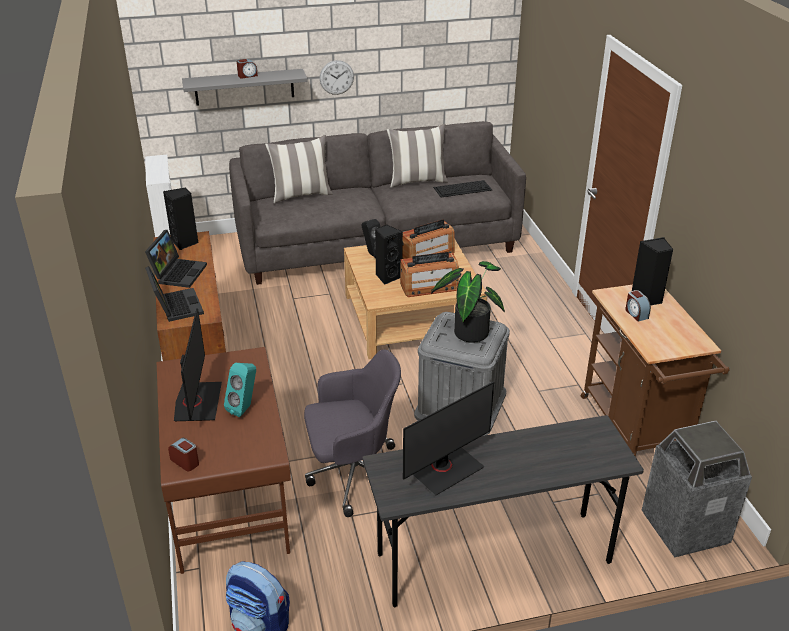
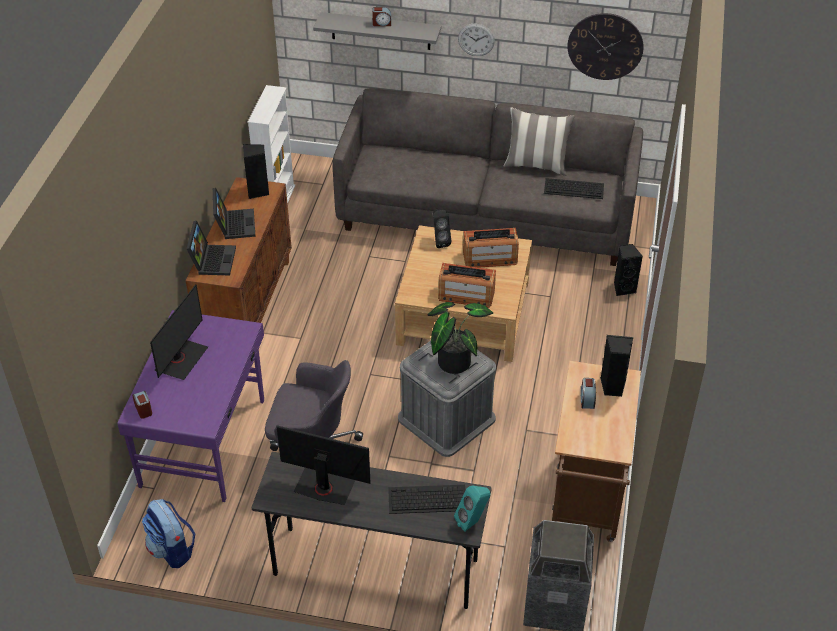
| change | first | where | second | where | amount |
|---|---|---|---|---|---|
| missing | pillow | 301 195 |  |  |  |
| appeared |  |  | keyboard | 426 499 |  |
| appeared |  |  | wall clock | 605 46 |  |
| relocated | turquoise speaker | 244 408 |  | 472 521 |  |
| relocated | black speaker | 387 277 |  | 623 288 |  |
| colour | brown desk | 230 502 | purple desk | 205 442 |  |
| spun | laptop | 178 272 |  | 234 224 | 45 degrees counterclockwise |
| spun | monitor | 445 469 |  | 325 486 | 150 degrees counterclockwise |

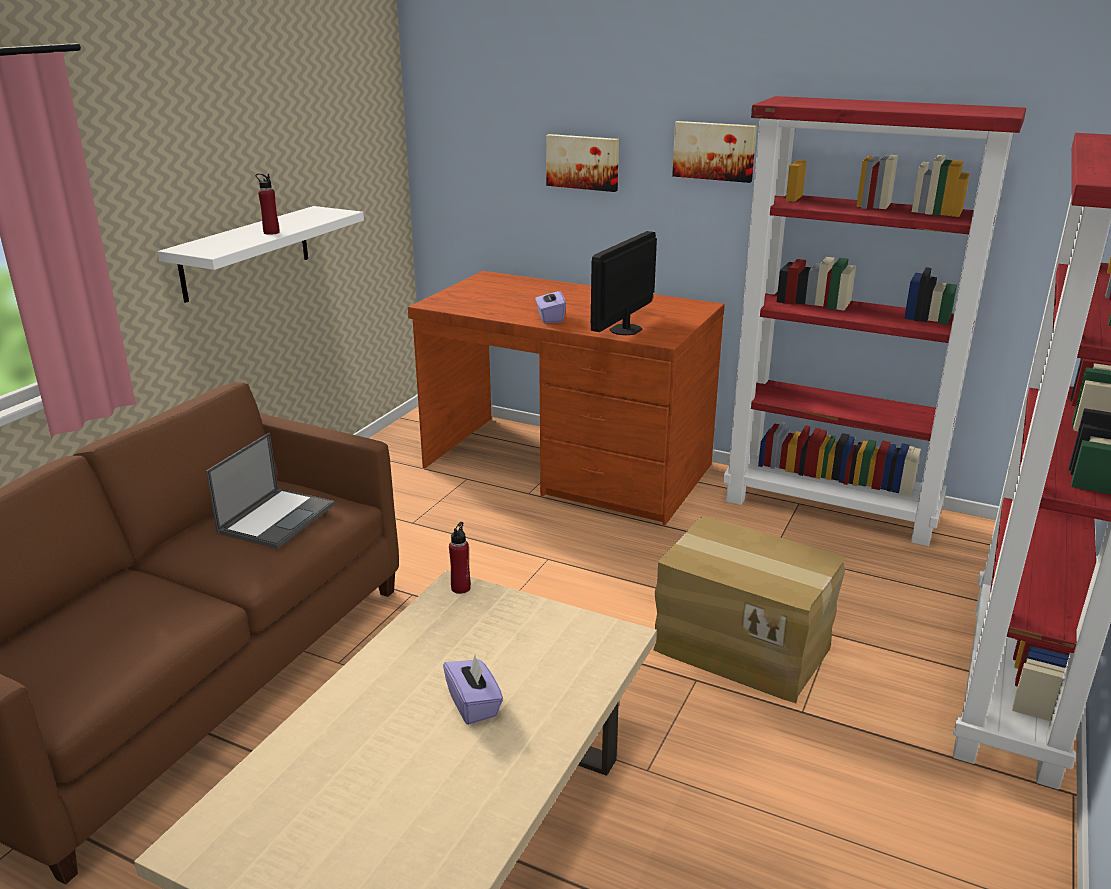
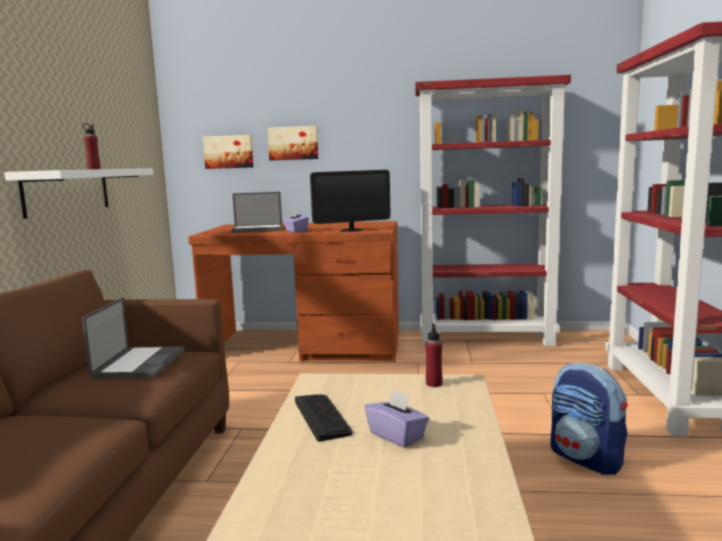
| change | first | where | second | where | amount |
|---|---|---|---|---|---|
| missing | cardboard box | 743 646 |  |  |  |
| appeared |  |  | laptop | 258 229 |  |
| appeared |  |  | keyboard | 322 417 |  |
| appeared |  |  | backpack | 586 459 |  |
| relocated | red bottle | 461 588 |  | 434 384 |  |
| relocated | picture | 714 151 |  | 229 152 |  |
| spun | monitor | 625 329 |  | 351 230 | 120 degrees counterclockwise |

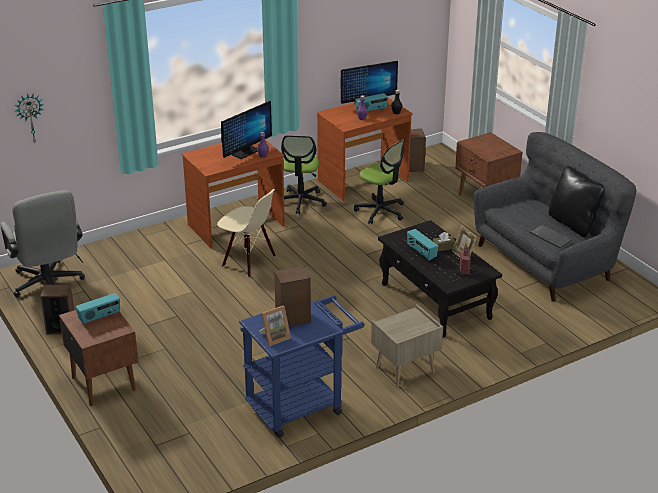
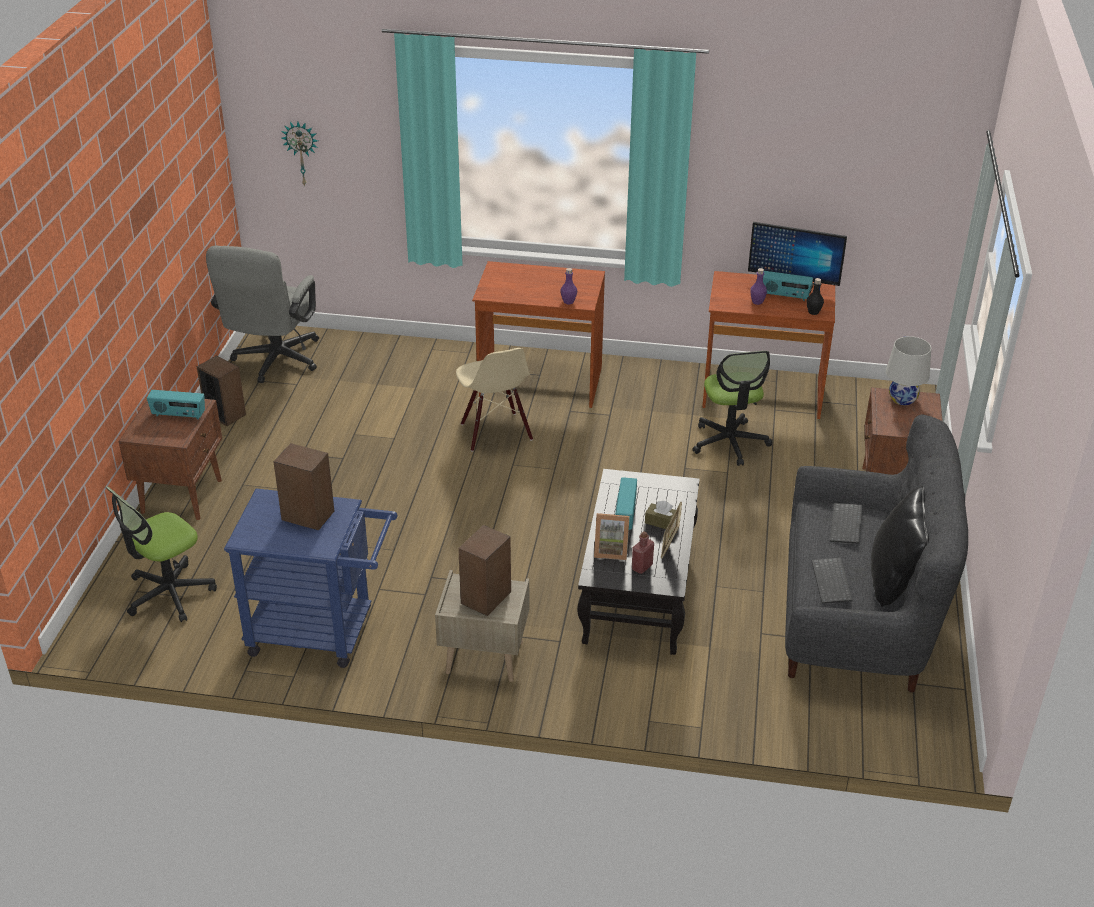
| change | first | where | second | where | amount |
|---|---|---|---|---|---|
| missing | monitor | 245 152 |  |  |  |
| appeared |  |  | keyboard | 847 525 |  |
| appeared |  |  | white table lamp | 903 399 |  |
| relocated | picture frame | 274 337 |  | 611 550 |  |
| relocated | office chair | 300 201 |  | 169 593 |  |
| relocated | speaker | 414 166 |  | 486 597 |  |

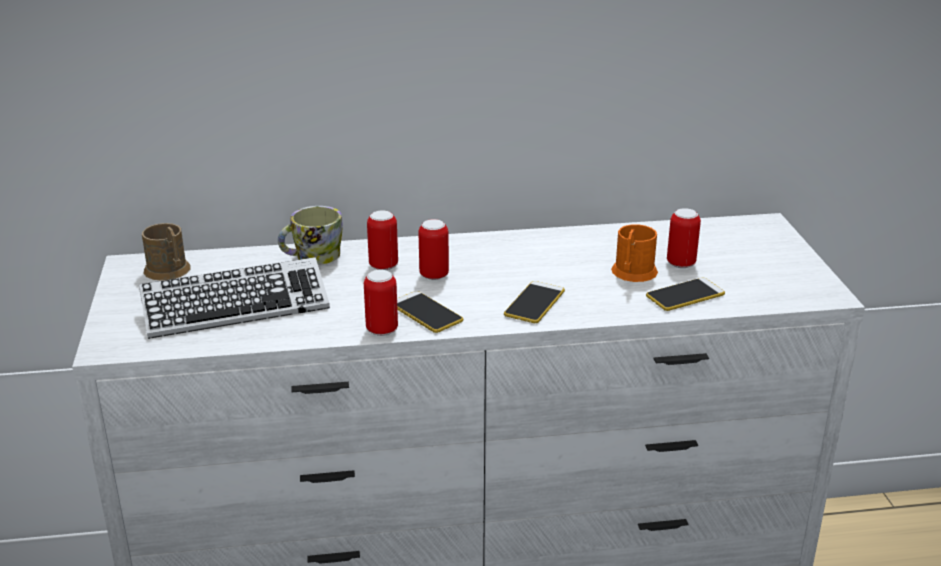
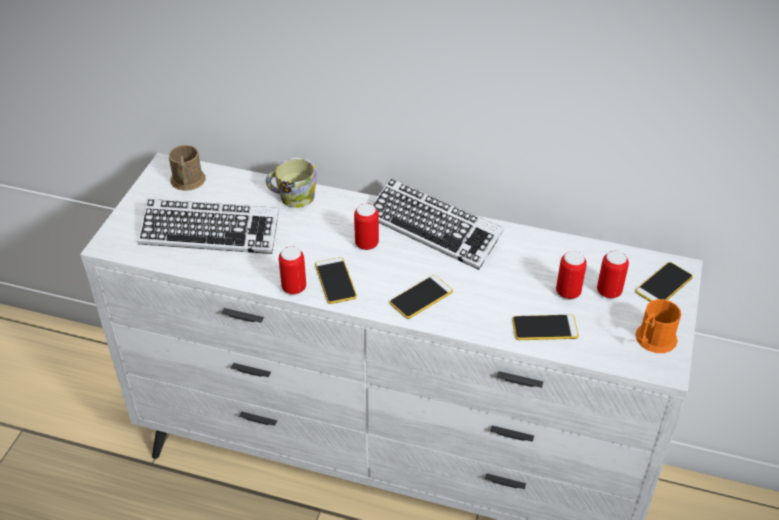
| change | first | where | second | where | amount |
|---|---|---|---|---|---|
| appeared |  |  | keyboard | 433 229 |  |
| appeared |  |  | phone | 664 284 |  |
| relocated | can | 383 266 |  | 609 292 |  |
| relocated | orange mug | 632 274 |  | 652 341 |  |

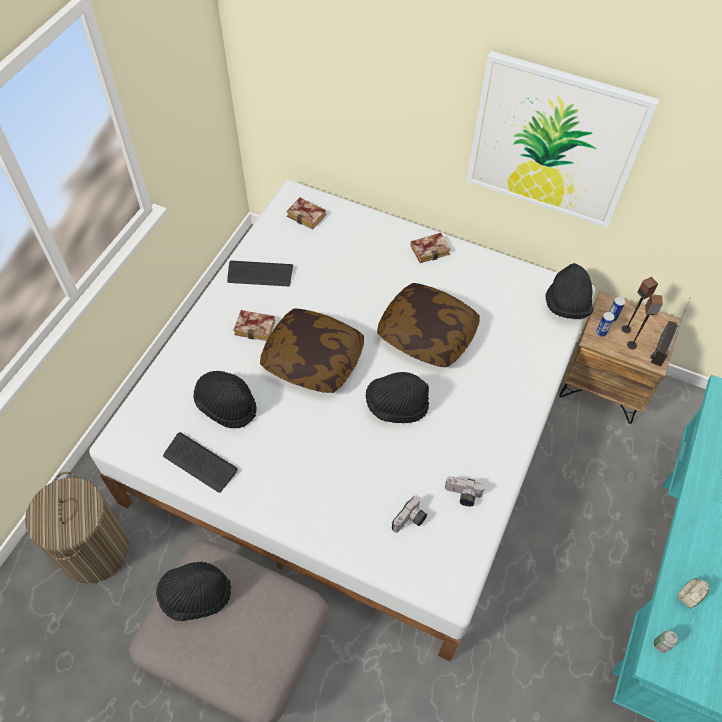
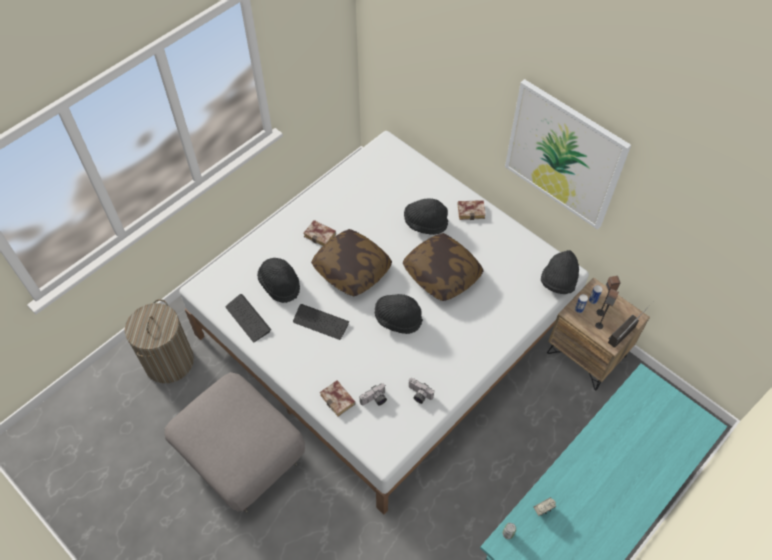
| change | first | where | second | where | amount |
|---|---|---|---|---|---|
| relocated | black hat | 196 595 |  | 425 223 |  |
| relocated | keyboard | 260 274 |  | 320 322 |  |
| relocated | book | 308 216 |  | 339 400 |  |

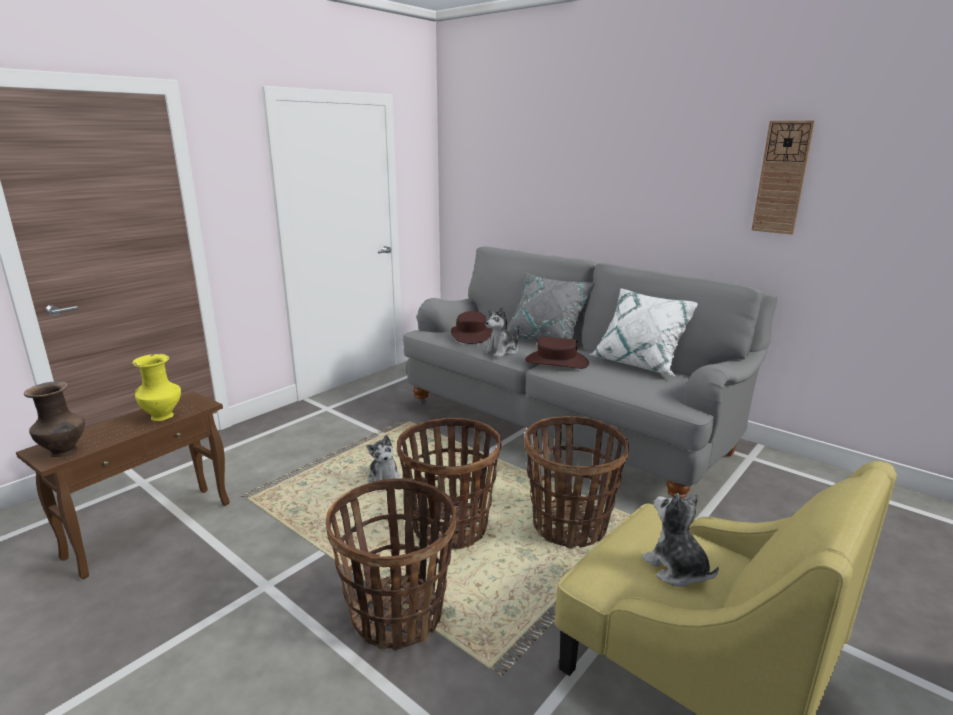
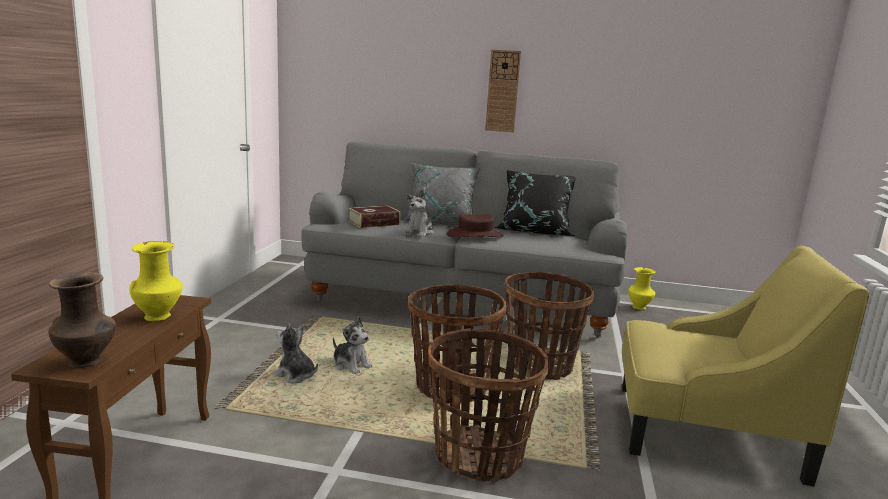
| change | first | where | second | where | amount |
|---|---|---|---|---|---|
| appeared |  |  | yellow vase | 639 307 |  |
| relocated | plush toy | 676 569 |  | 295 376 |  |
| relocated | wall clock | 782 178 |  | 503 91 |  |
| exchanged | brown hat | 471 335 | book | 374 223 |  |
| colour | white pillow | 640 363 | black pillow | 535 231 |  |

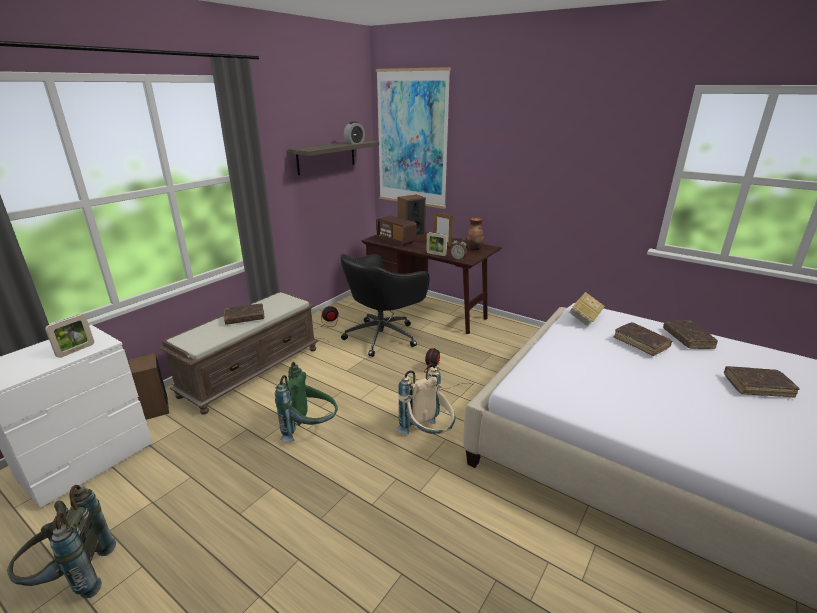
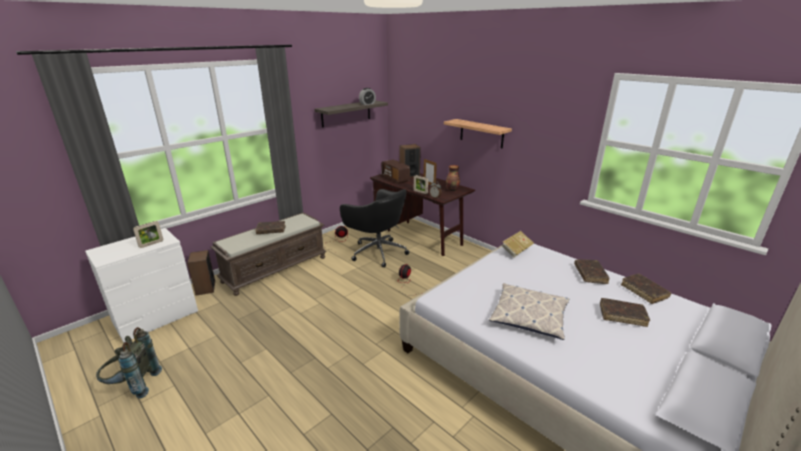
| change | first | where | second | where | amount |
|---|---|---|---|---|---|
| missing | green backpack | 311 430 |  |  |  |
| missing | picture | 412 139 |  |  |  |
| missing | beige backpack | 428 436 |  |  |  |
| appeared |  |  | shelf | 481 133 |  |
| appeared |  |  | pillow | 529 316 |  |
| relocated | brown book | 641 343 |  | 644 292 |  |
| spun | black office chair | 383 336 |  | 377 252 | 105 degrees counterclockwise |

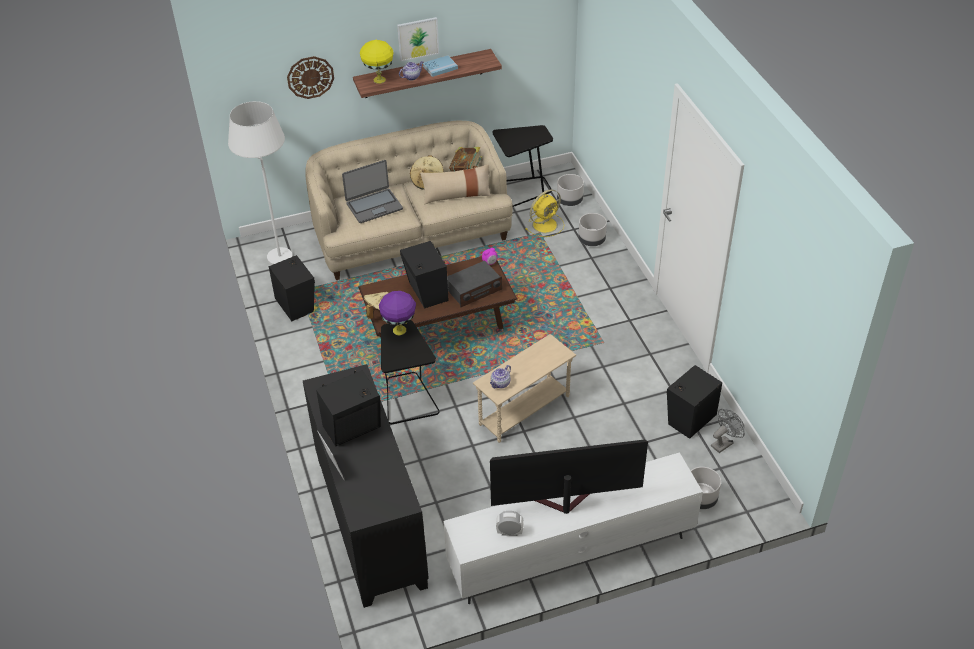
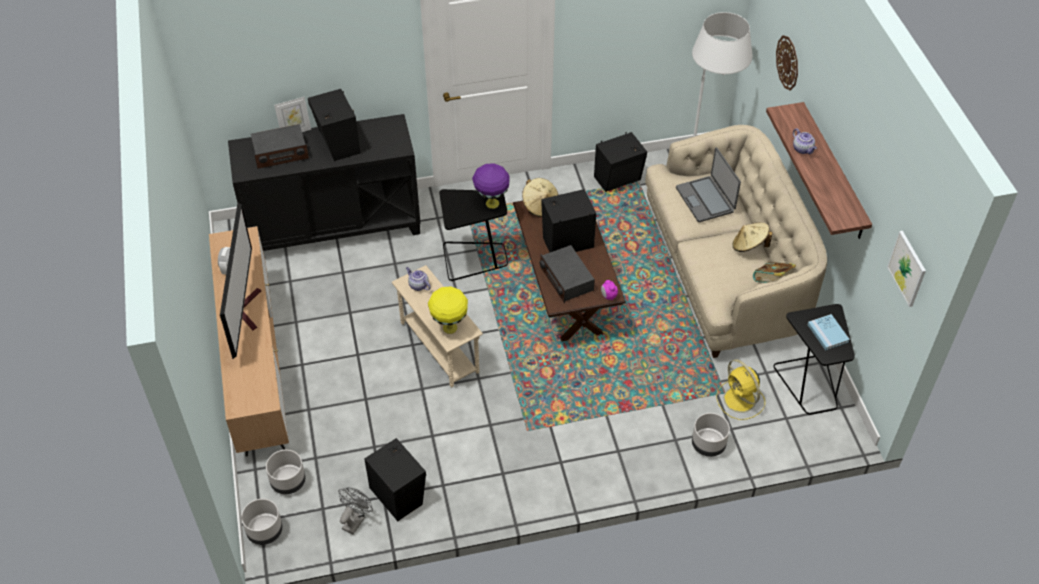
| change | first | where | second | where | amount |
|---|---|---|---|---|---|
| missing | beige pillow | 456 195 |  |  |  |
| appeared |  |  | radio | 280 153 |  |
| relocated | yellow table lamp | 379 80 |  | 449 327 |  |
| relocated | picture | 418 38 |  | 907 268 |  |
| relocated | blue book | 440 67 |  | 828 333 |  |
| relocated | grey planter | 569 201 |  | 264 531 |  |
| colour | white tv stand | 571 554 | brown tv stand | 256 364 |  |
| spun | grey fan | 724 443 |  | 355 520 | 120 degrees counterclockwise |

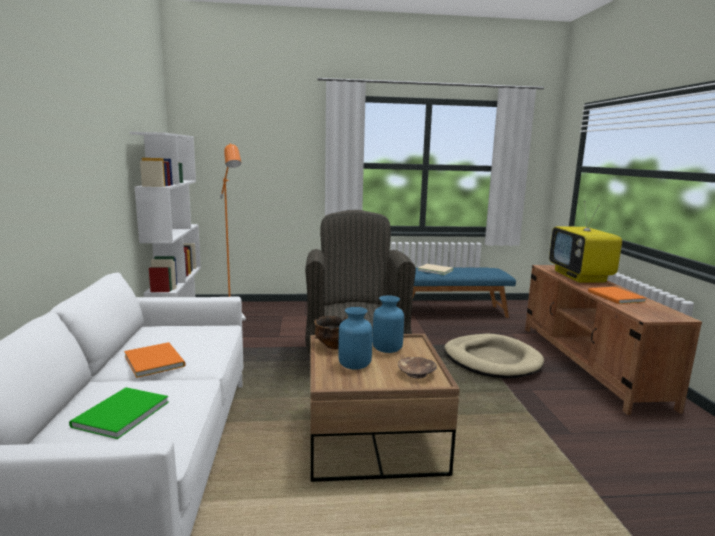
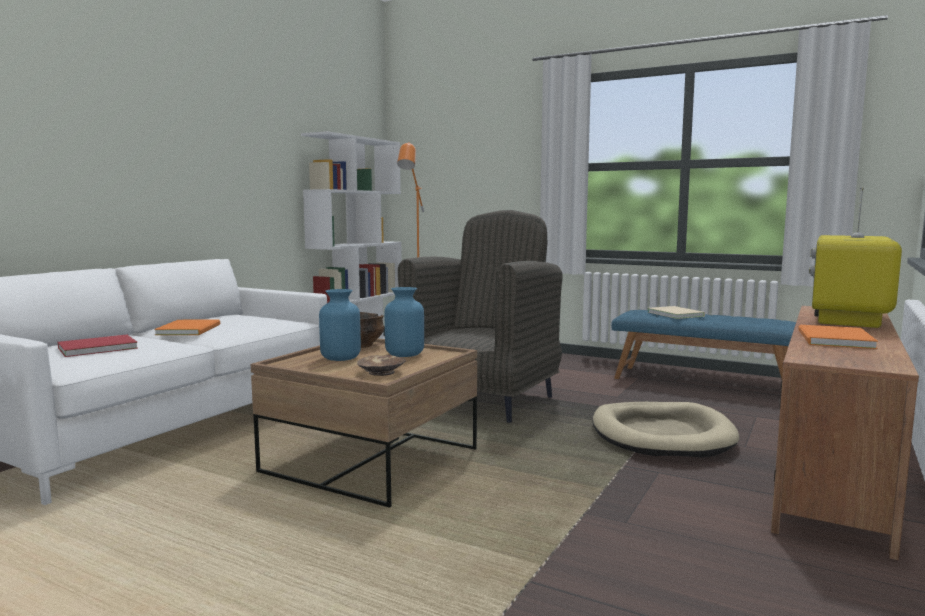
| change | first | where | second | where | amount |
|---|---|---|---|---|---|
| colour | green book | 118 415 | red book | 95 348 |  |

